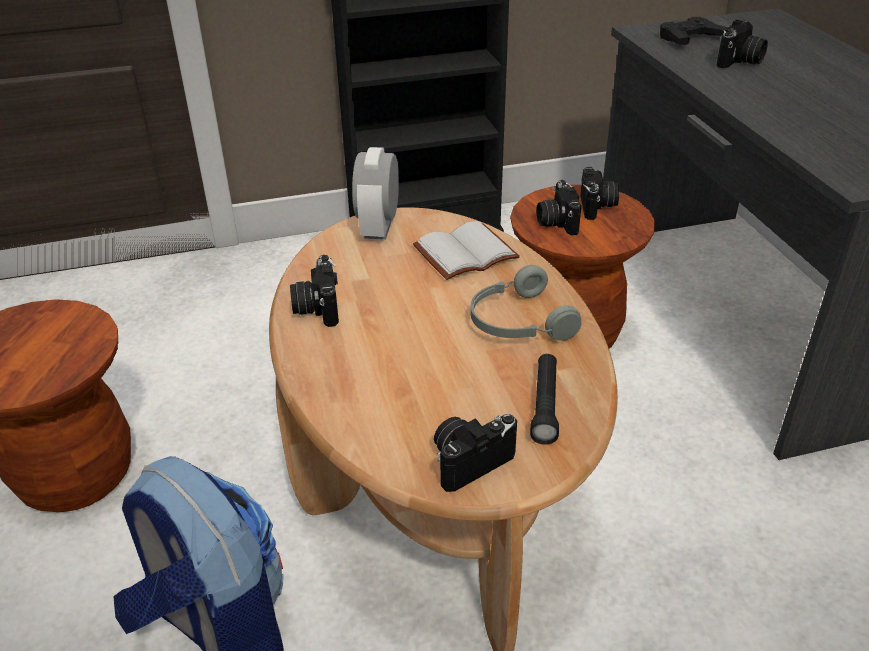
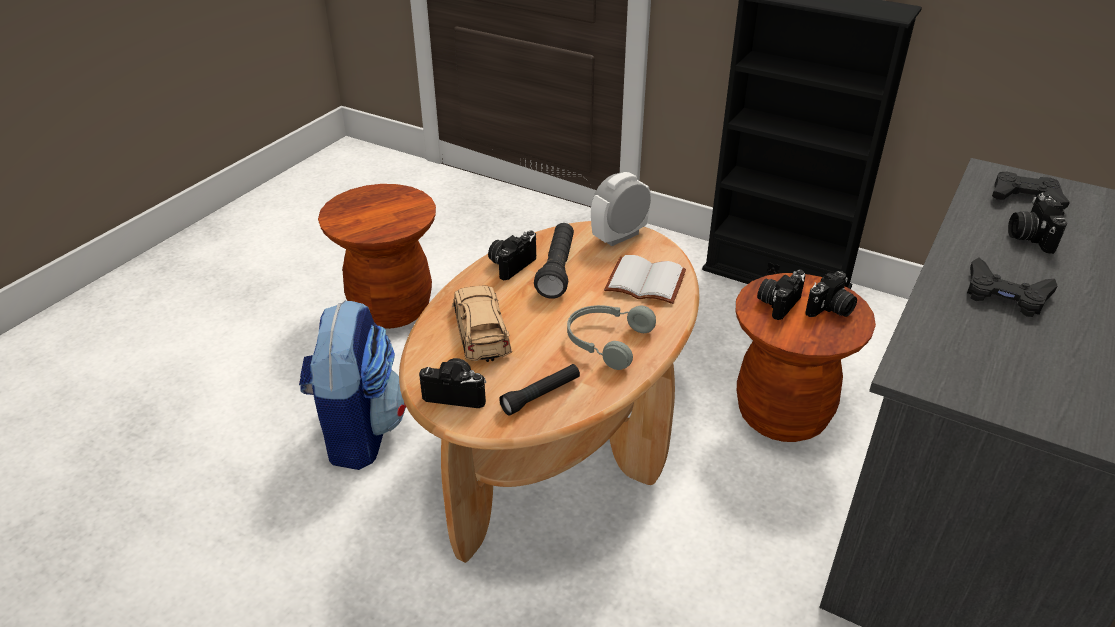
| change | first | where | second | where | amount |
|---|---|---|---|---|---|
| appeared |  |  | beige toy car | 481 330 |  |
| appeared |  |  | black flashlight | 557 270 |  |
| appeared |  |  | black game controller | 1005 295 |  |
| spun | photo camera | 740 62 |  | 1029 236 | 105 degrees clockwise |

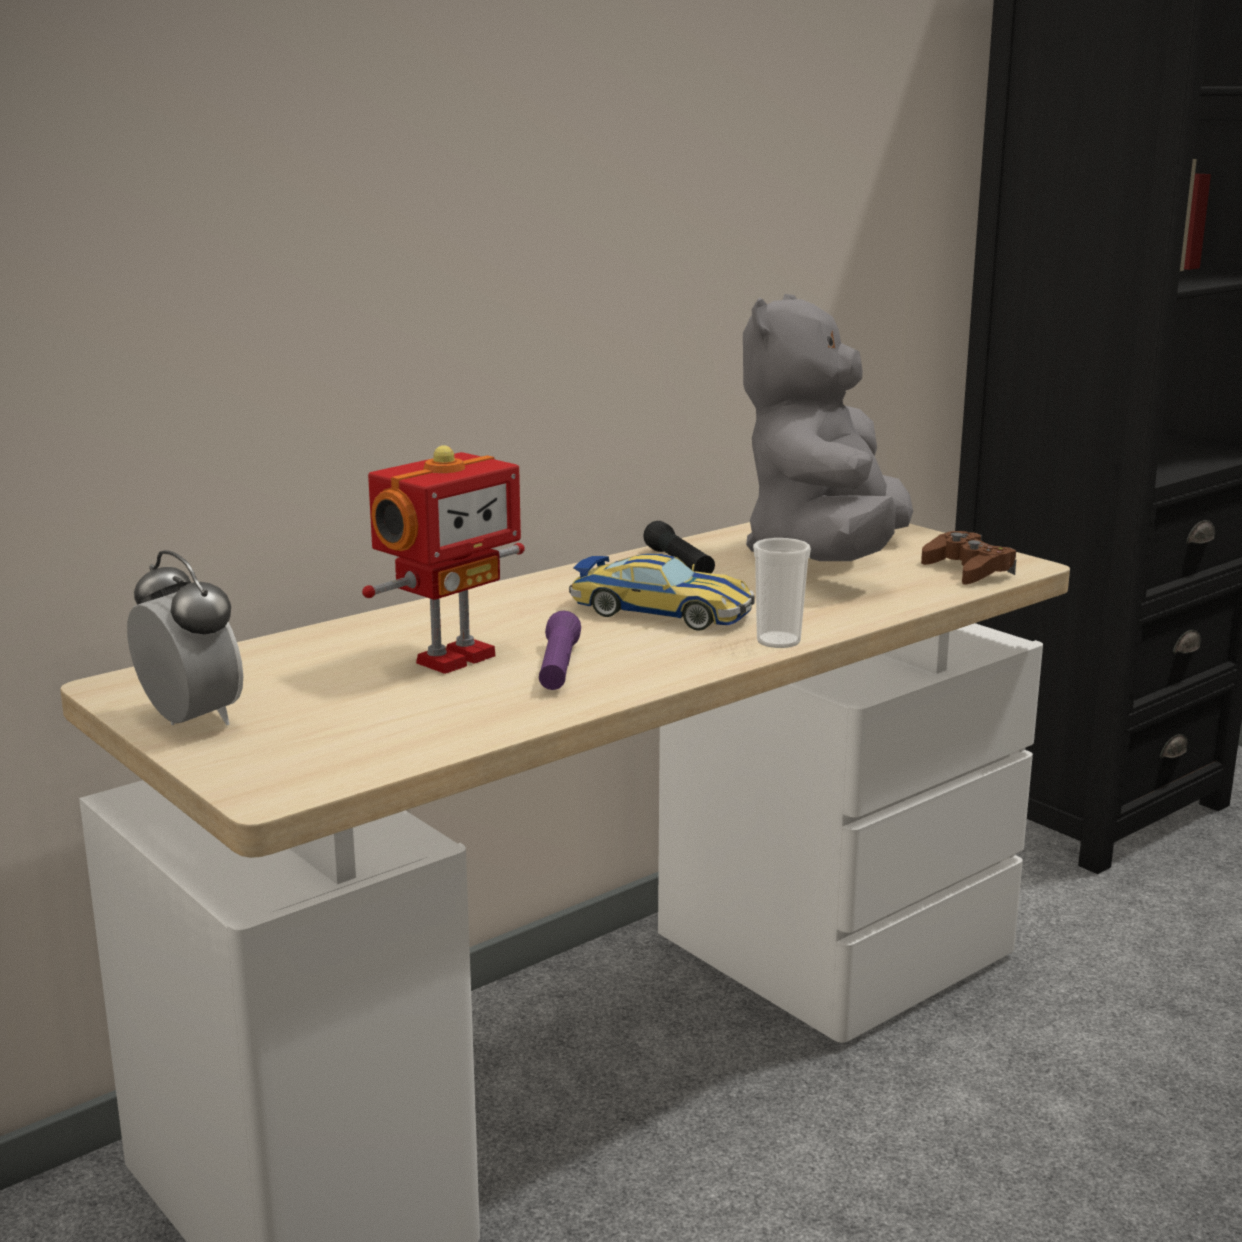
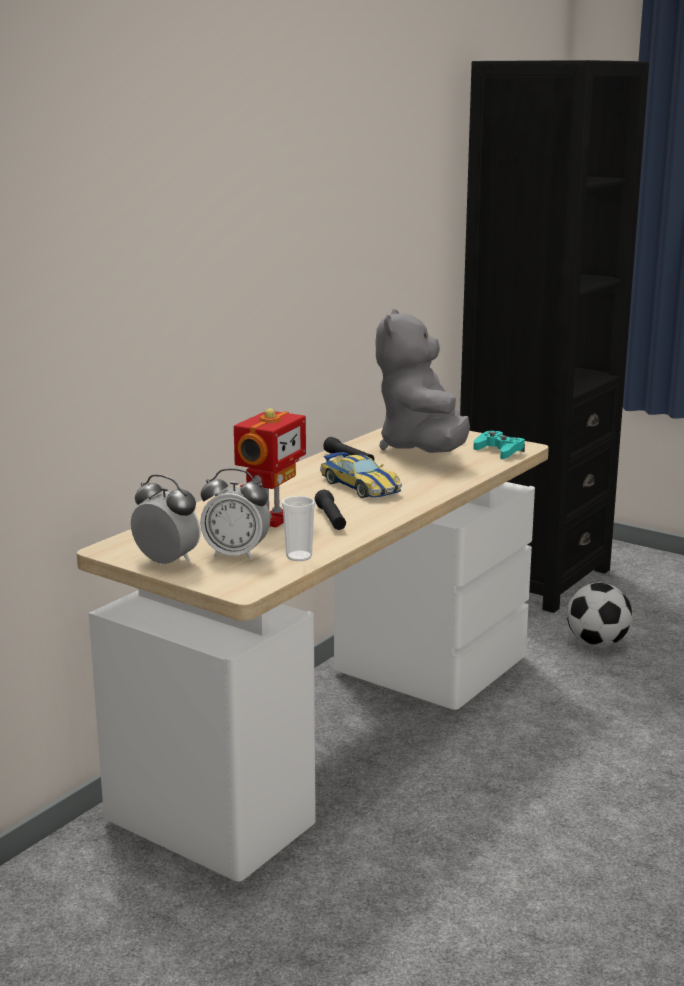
| change | first | where | second | where | amount |
|---|---|---|---|---|---|
| appeared |  |  | alarm clock | 236 554 |  |
| appeared |  |  | football | 597 643 |  |
| relocated | cup | 778 641 |  | 299 557 |  |
| colour | purple flashlight | 558 668 | black flashlight | 331 519 |  |
| colour | brown game controller | 968 570 | turquoise game controller | 499 451 |  |
| spun | toy car | 661 612 |  | 360 486 | 45 degrees clockwise |

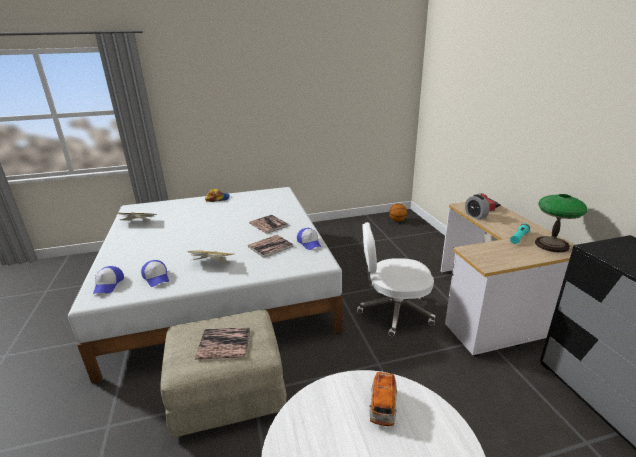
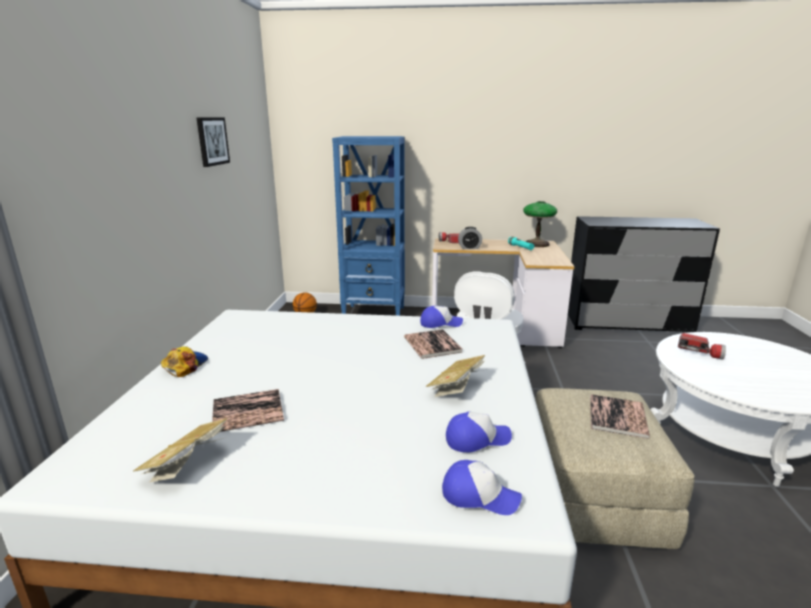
| change | first | where | second | where | amount |
|---|---|---|---|---|---|
| appeared |  |  | picture | 212 141 |  |
| appeared |  |  | blue bookcase | 374 314 |  |
| relocated | book | 268 224 |  | 248 412 |  |
| exchanged | toy car | 383 407 | flashlight | 700 353 |  |

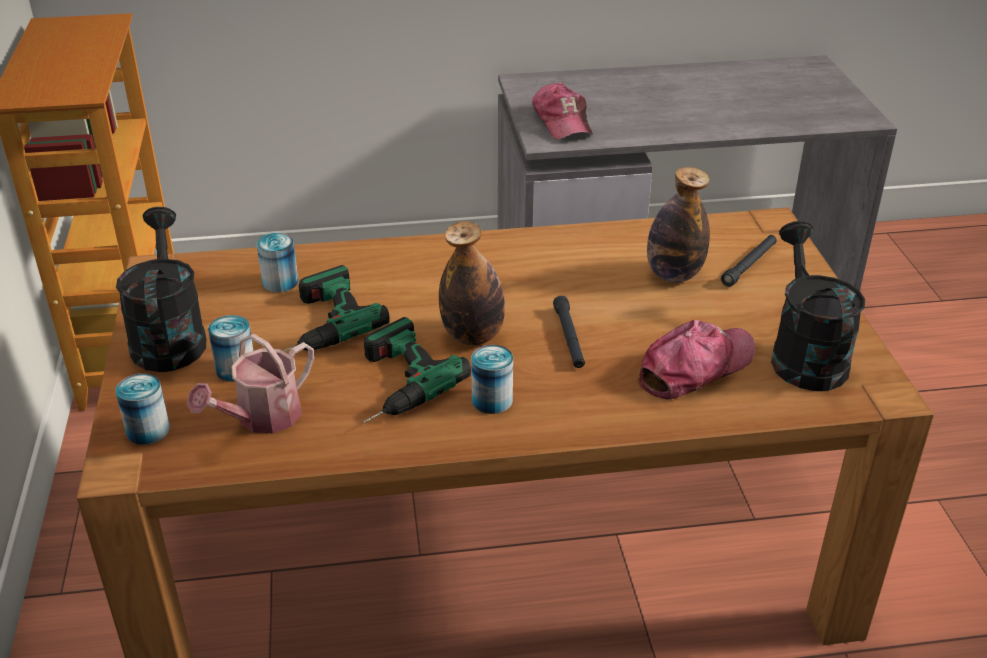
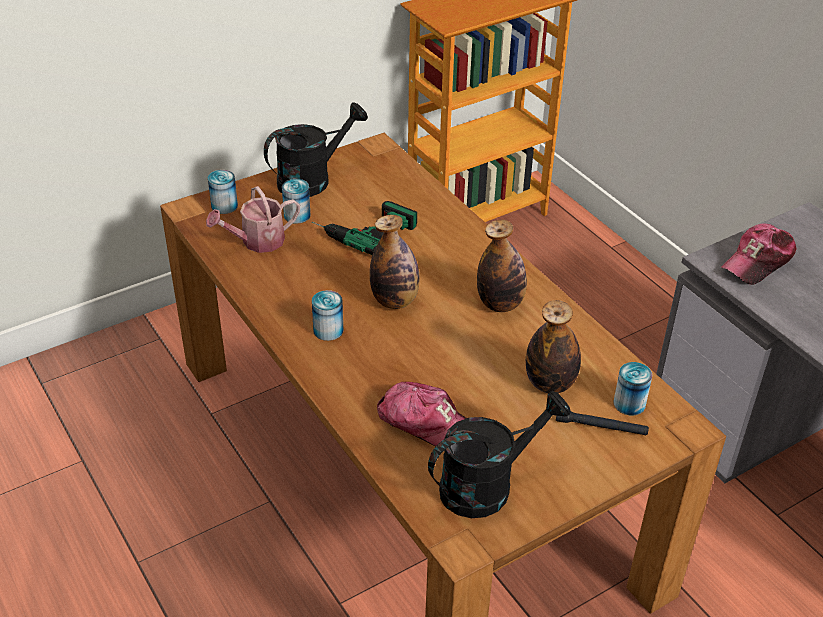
| change | first | where | second | where | amount |
|---|---|---|---|---|---|
| missing | power drill | 391 384 |  |  |  |
| missing | black flashlight | 569 338 |  |  |  |
| appeared |  |  | bottle | 500 304 |  |
| relocated | can | 280 282 |  | 629 403 |  |
| spun | watering can | 262 418 |  | 257 242 | 45 degrees counterclockwise |

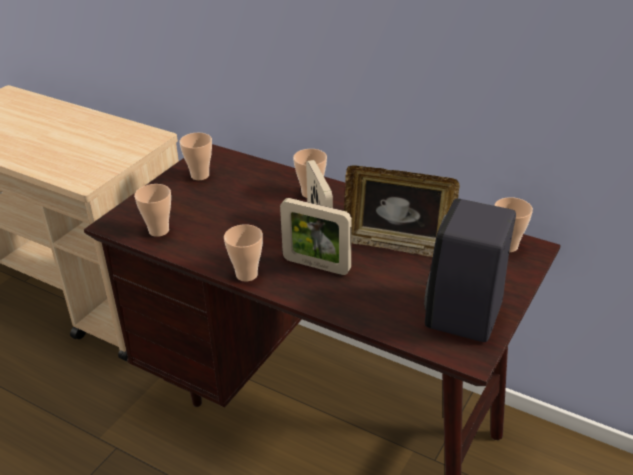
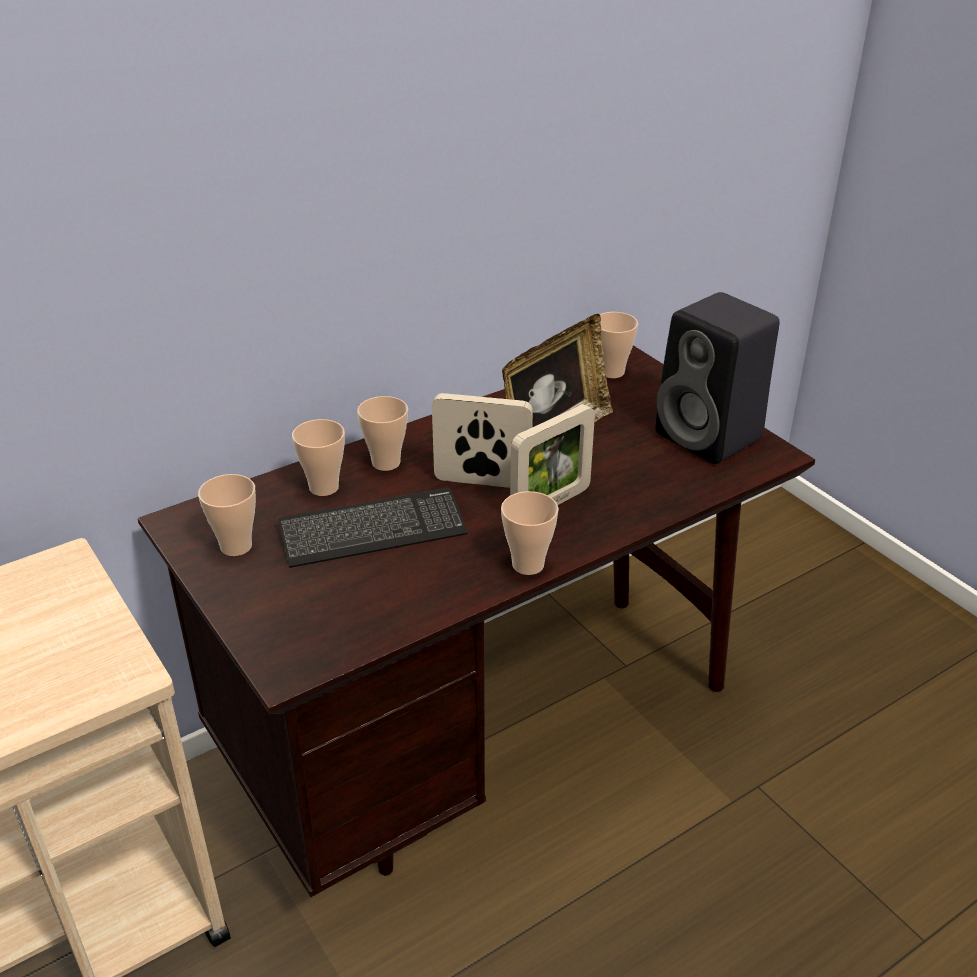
| change | first | where | second | where | amount |
|---|---|---|---|---|---|
| appeared |  |  | keyboard | 372 531 |  |
| relocated | cup | 159 231 |  | 324 487 |  |

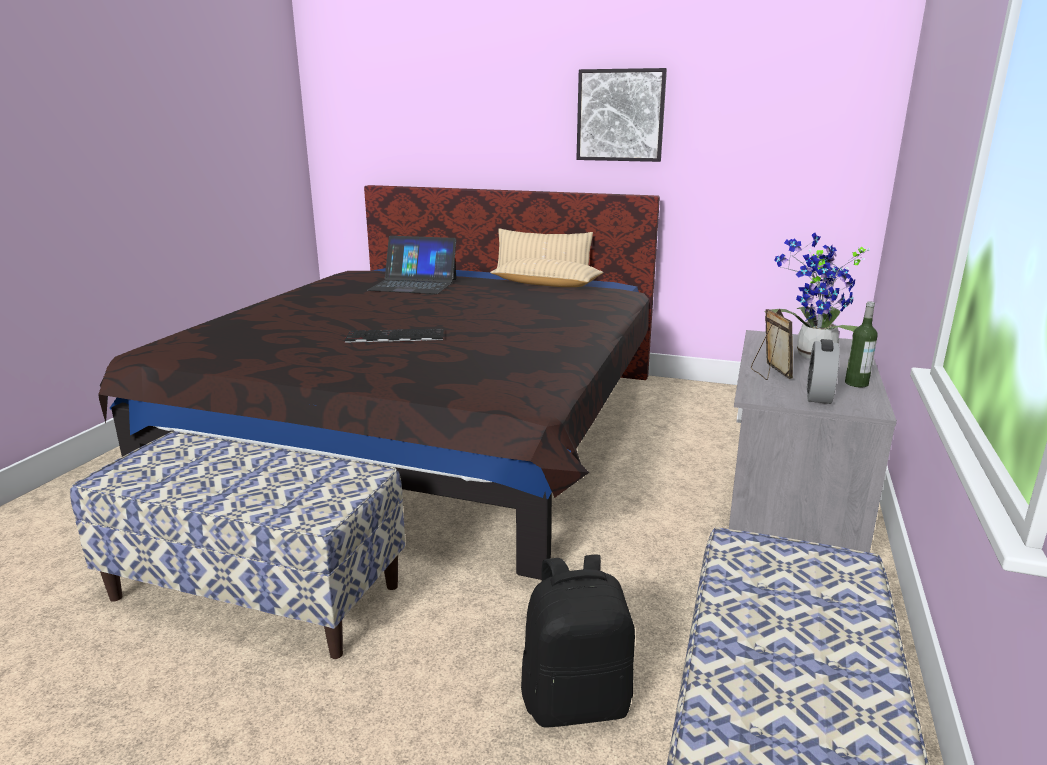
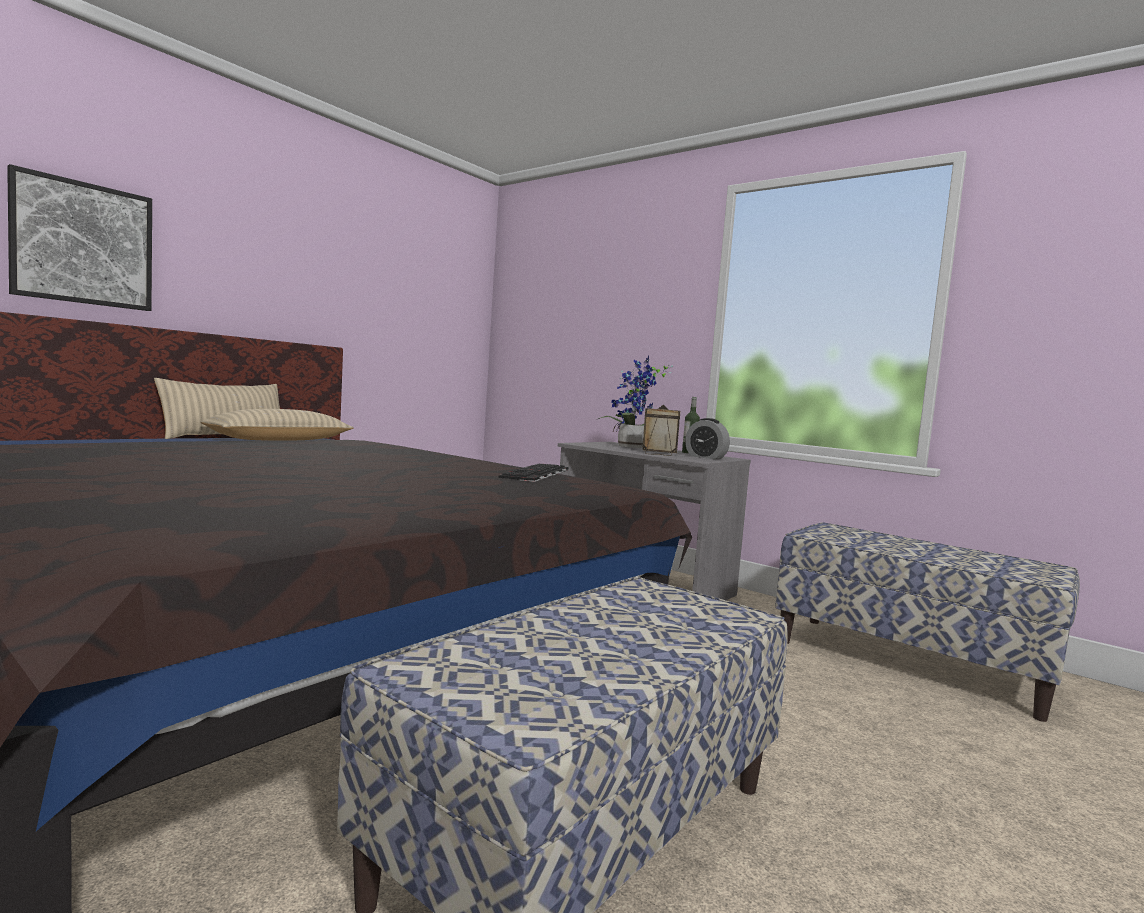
| change | first | where | second | where | amount |
|---|---|---|---|---|---|
| missing | laptop | 413 284 |  |  |  |
| missing | black backpack | 576 700 |  |  |  |
| relocated | keyboard | 394 337 |  | 537 474 |  |
| relocated | picture | 620 115 |  | 83 243 |  |

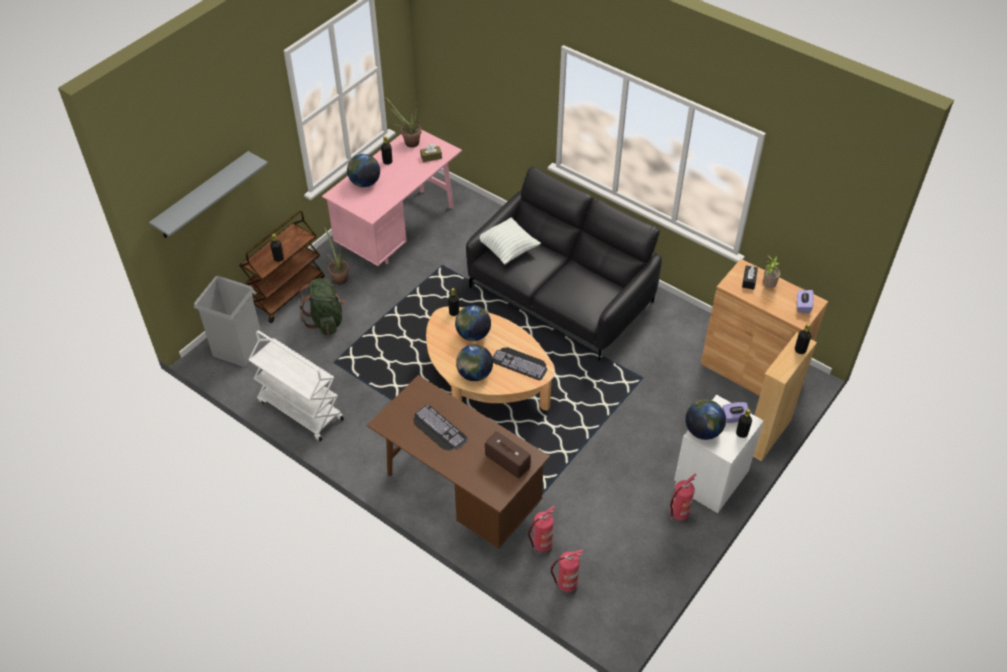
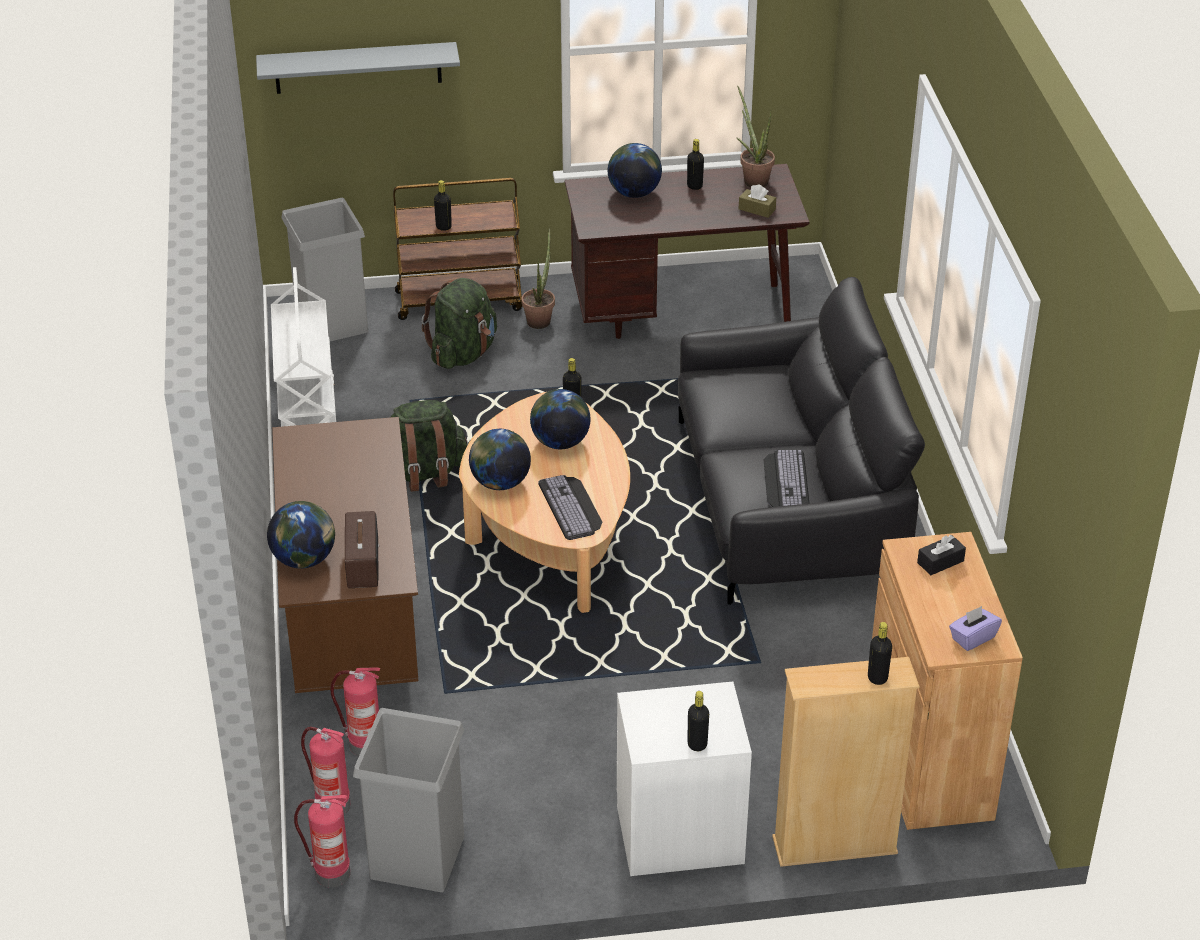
| change | first | where | second | where | amount |
|---|---|---|---|---|---|
| missing | pillow | 508 250 |  |  |  |
| missing | purple tissue box | 734 417 |  |  |  |
| missing | potted plant | 767 286 |  |  |  |
| appeared |  |  | grey trash can | 416 856 |  |
| appeared |  |  | green backpack | 424 473 |  |
| relocated | keyboard | 437 429 |  | 785 480 |  |
| relocated | fire extinguisher | 678 516 |  | 330 874 |  |
| relocated | globe | 703 431 |  | 304 559 |  |
| colour | pink desk | 398 231 | brown desk | 682 311 |  |

